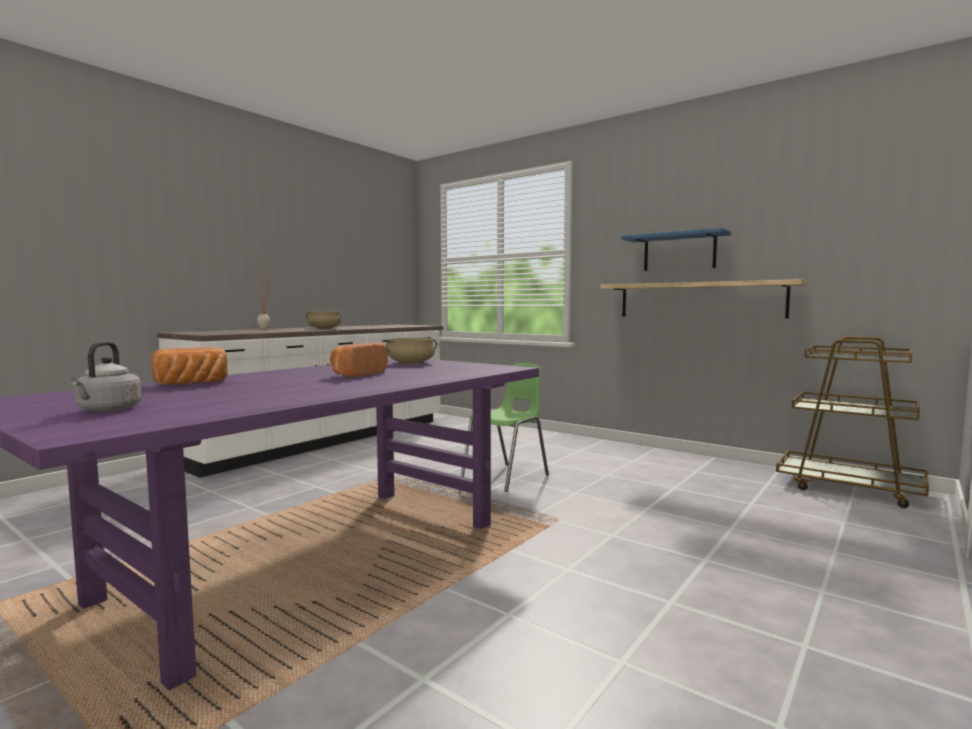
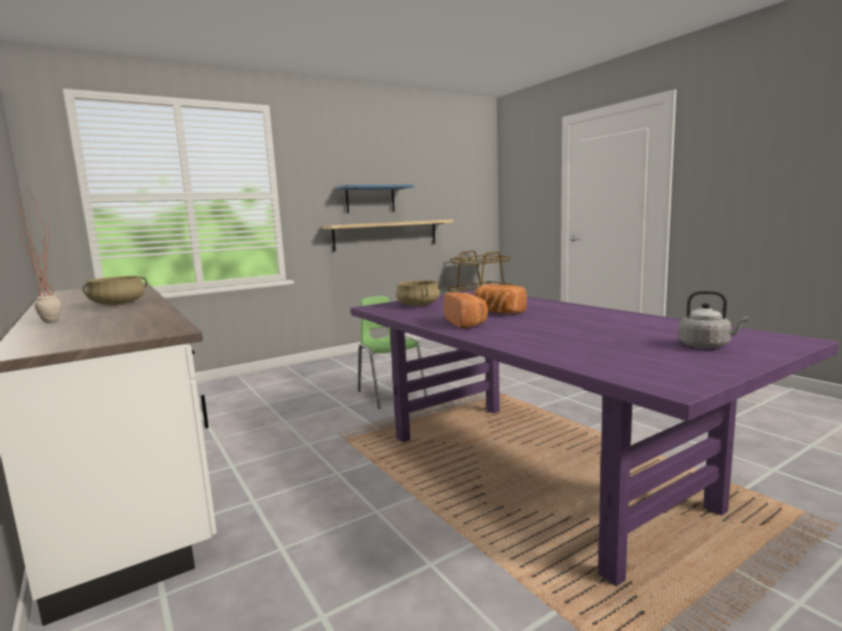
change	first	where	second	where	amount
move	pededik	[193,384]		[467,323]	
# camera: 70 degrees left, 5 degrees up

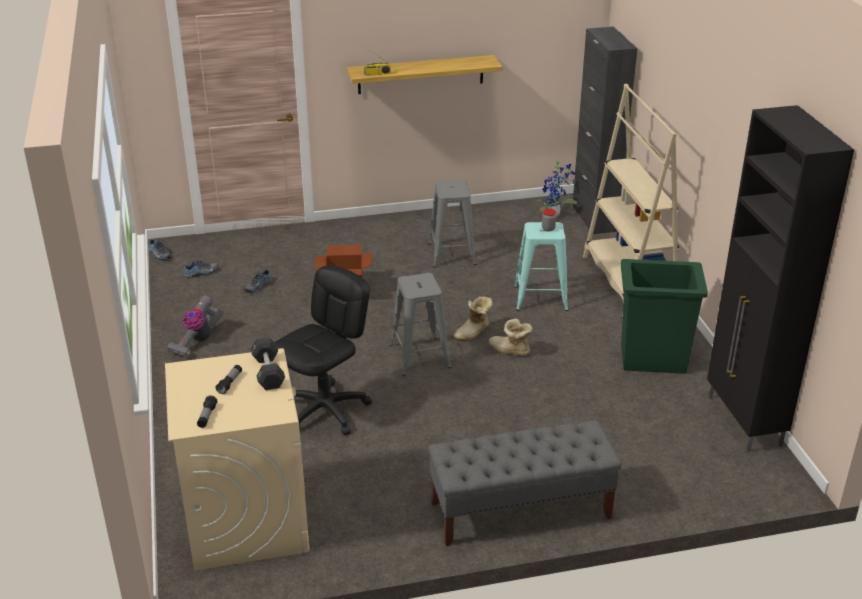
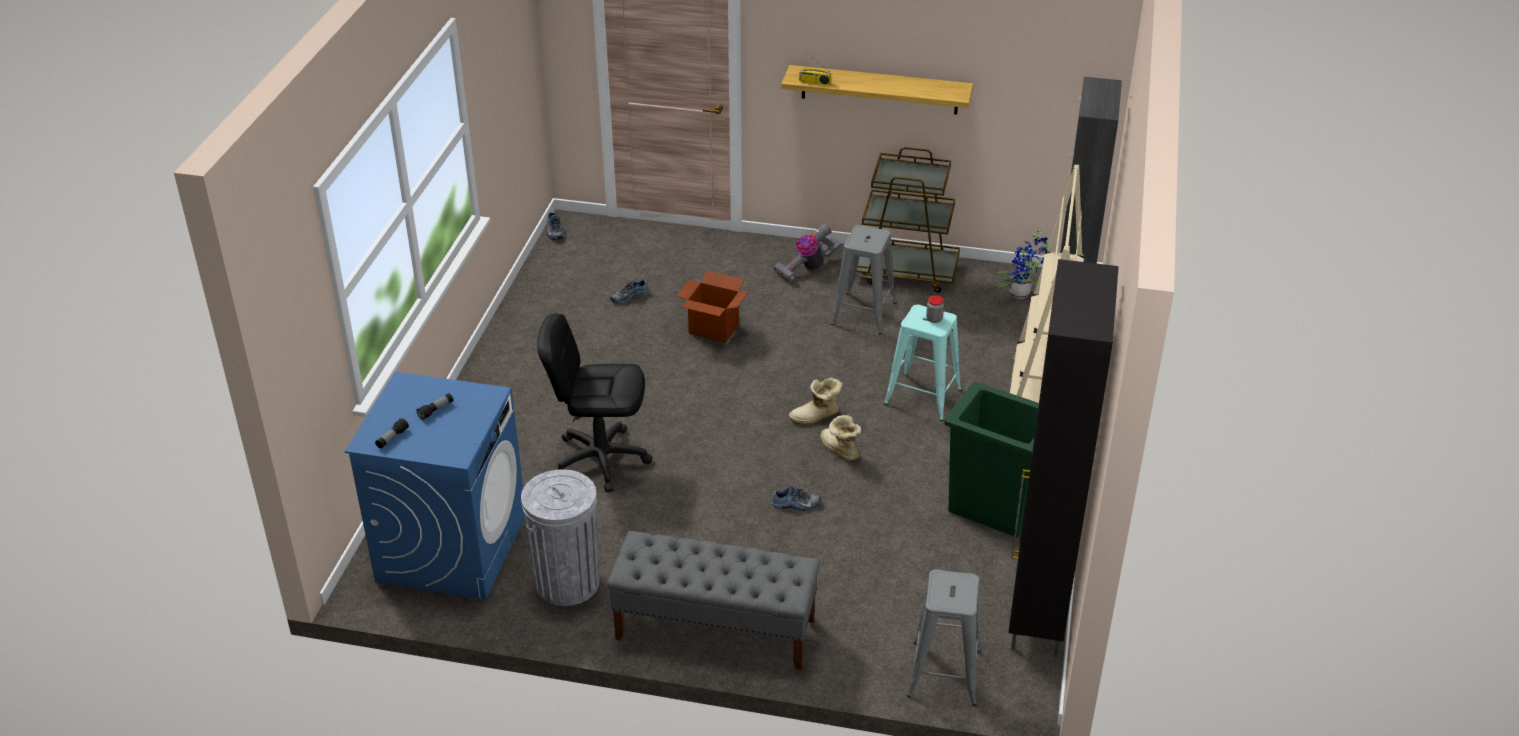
change	first	where	second	where	amount
move	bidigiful	[201,273]		[796,505]	
rotate	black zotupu	[326,410]		[600,459]	150 degrees counterclockwise
move	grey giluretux	[420,356]		[944,673]	
move	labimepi	[197,340]		[807,268]	
delete	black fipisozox	[268,372]			
recolor	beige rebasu	[246,518]	blue rebasu	[452,547]	
insert			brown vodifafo	[905,272]	
insert			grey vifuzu	[567,582]	
# camera: 25 degrees right, 5 degrees up

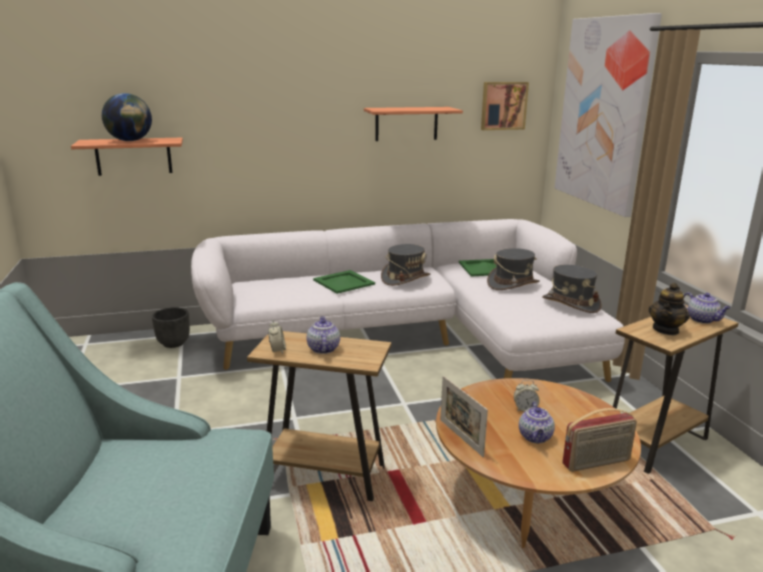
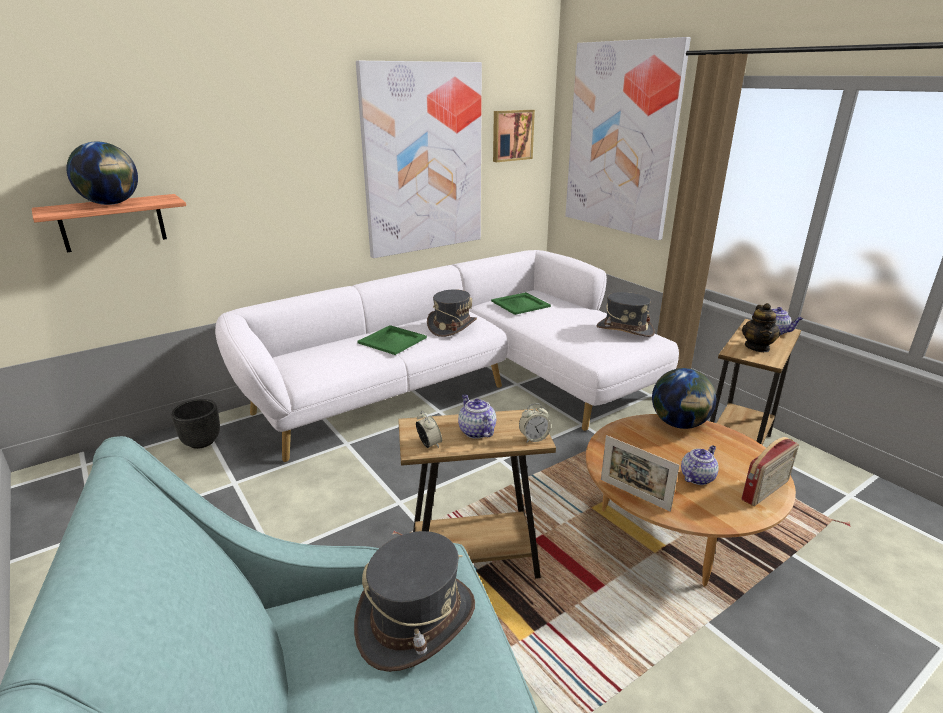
change	first	where	second	where	amount
replace	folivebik	[406,123]	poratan	[423,160]	
move	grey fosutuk	[513,284]		[416,620]	
move	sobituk	[525,409]		[533,438]	
rotate	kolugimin	[535,437]		[697,477]	120 degrees counterclockwise
insert			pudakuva	[679,424]	
# camera: 20 degrees left, 5 degrees up

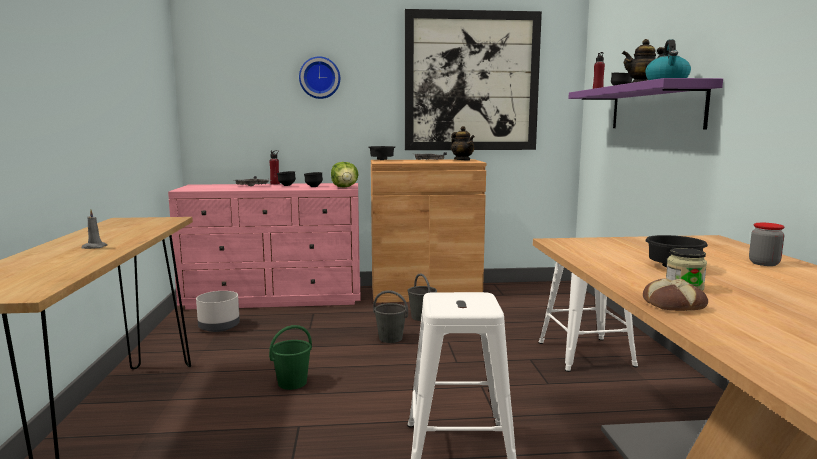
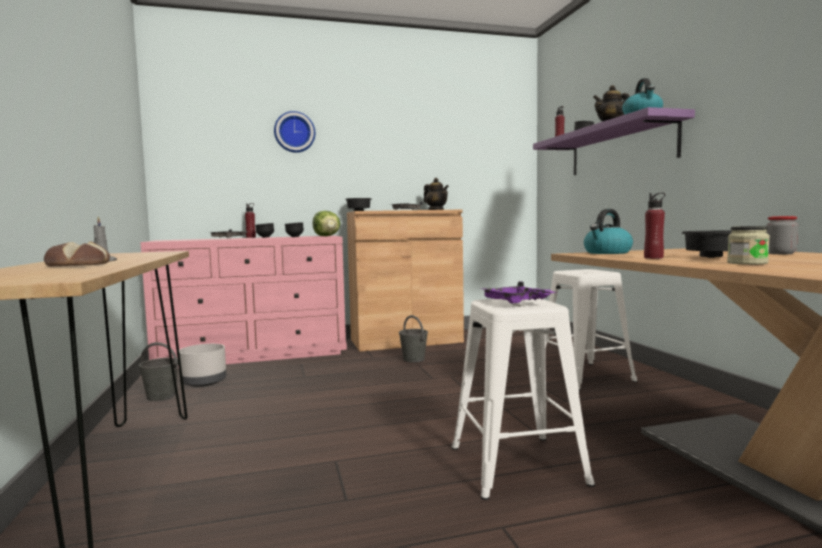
change	first	where	second	where	amount
delete	poratan	[471,82]			
move	pededik	[674,305]		[77,265]	
move	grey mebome	[391,338]		[162,396]	
delete	green mebome	[293,383]			
insert			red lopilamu	[653,258]	
insert			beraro	[607,253]	
insert			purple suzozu	[516,302]	
# camera: 10 degrees left, 5 degrees down

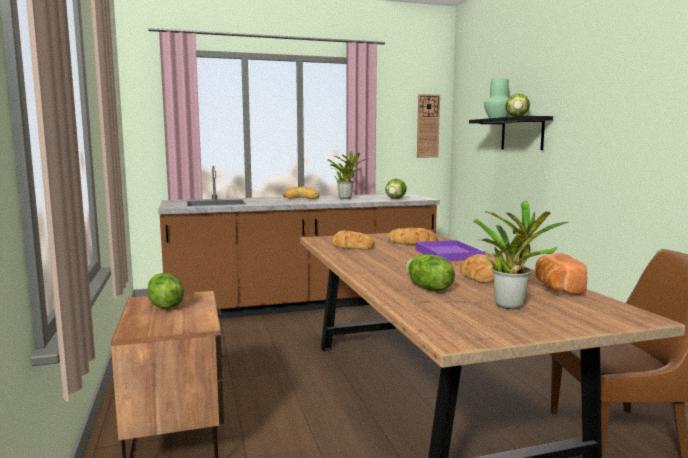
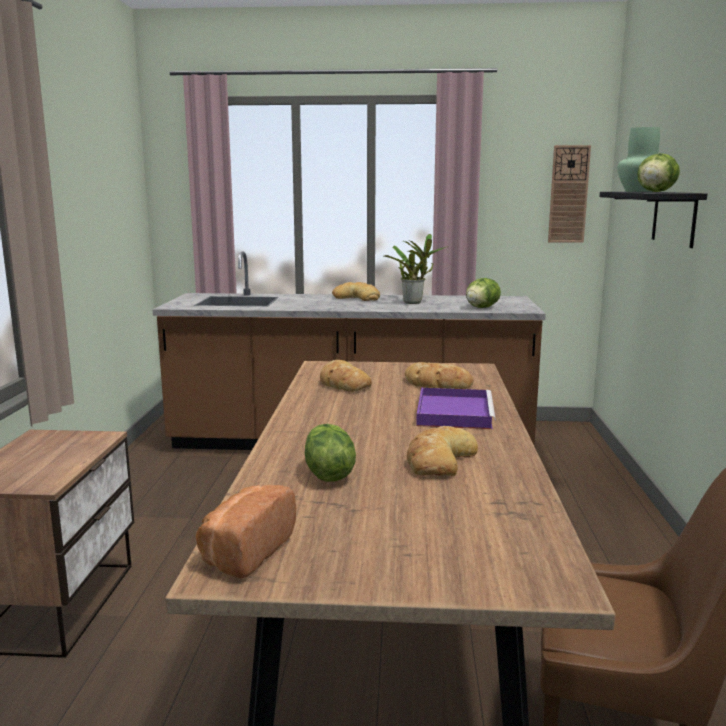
change	first	where	second	where	amount
delete	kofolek	[511,305]			
move	pededik	[556,288]		[244,551]	
delete	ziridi	[164,306]			
# camera: 20 degrees right, 5 degrees up

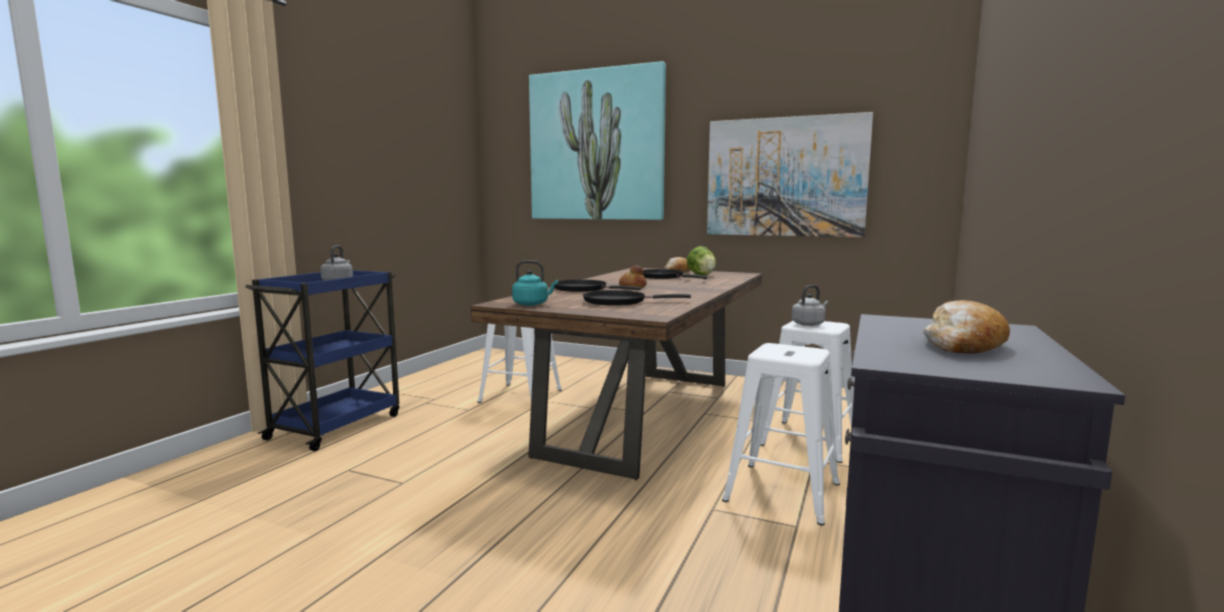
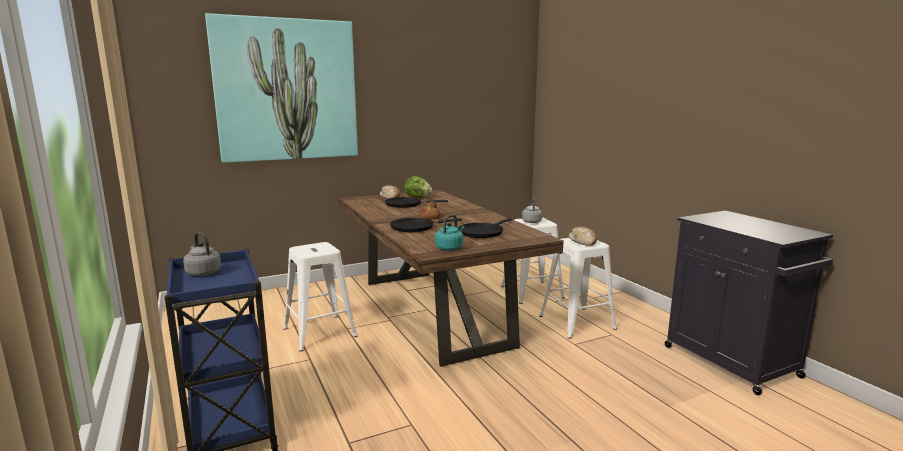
change	first	where	second	where	amount
delete	poratan	[785,177]			
move	pededik	[963,345]		[583,241]	
# camera: 50 degrees left, 5 degrees up

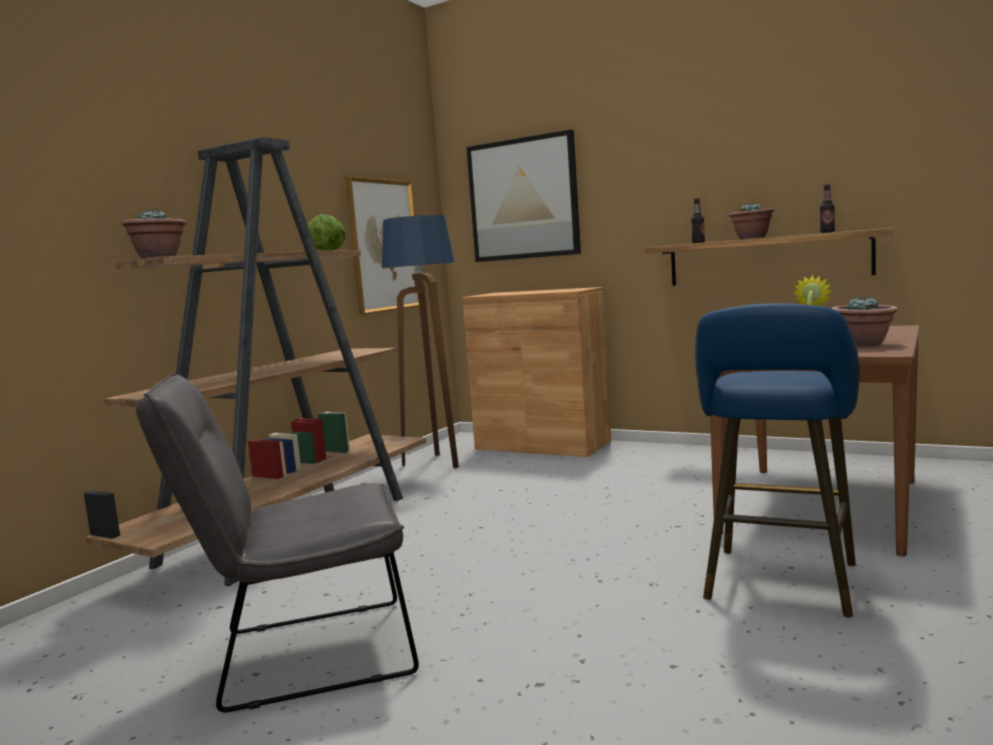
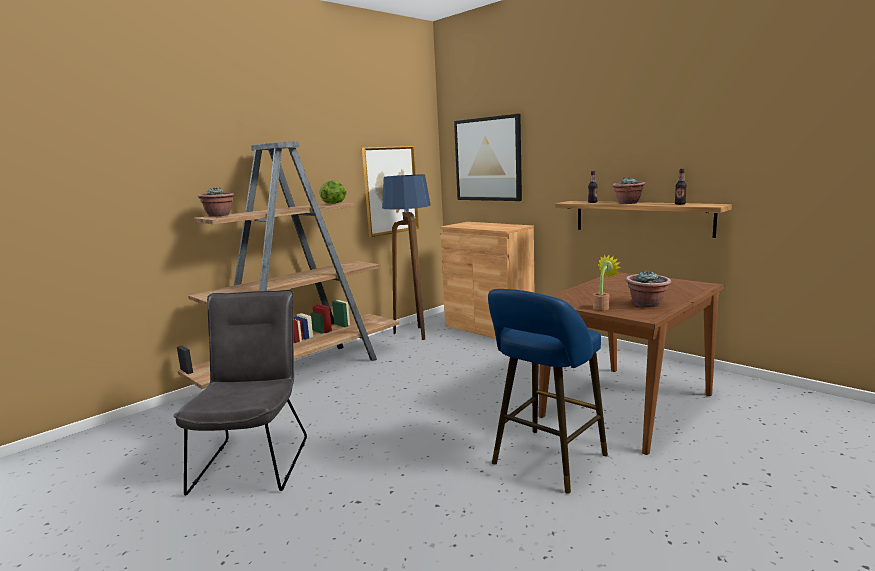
change	first	where	second	where	amount
rotate	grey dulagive	[301,656]		[255,459]	90 degrees clockwise
# camera: 15 degrees right, 5 degrees up

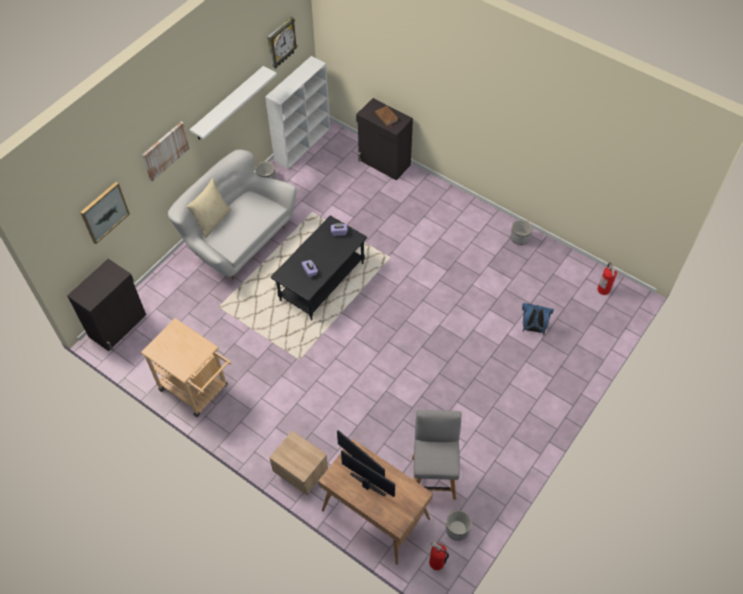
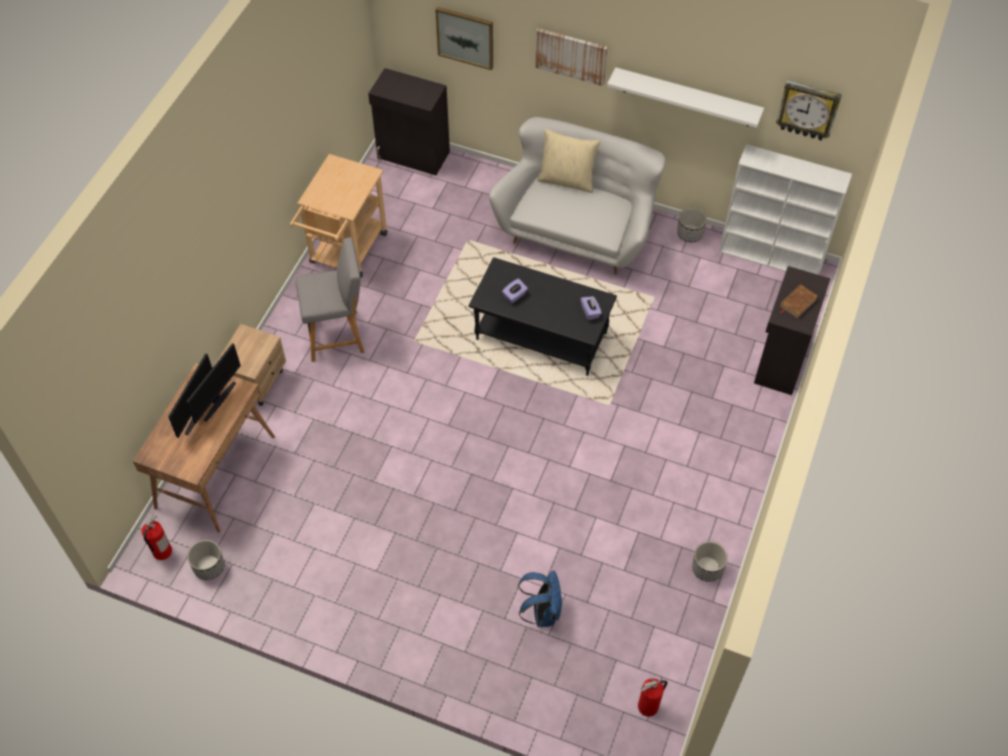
change	first	where	second	where	amount
move	grey dulagive	[433,475]		[338,335]	
# camera: 75 degrees right, 0 degrees up

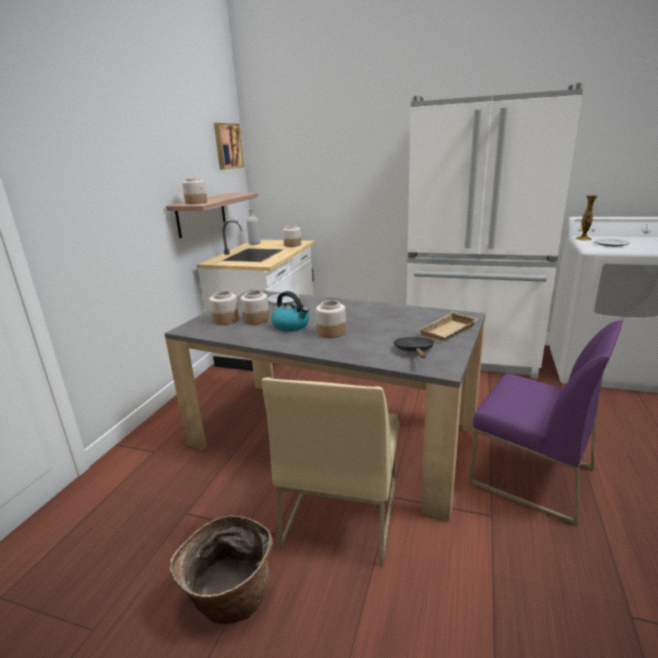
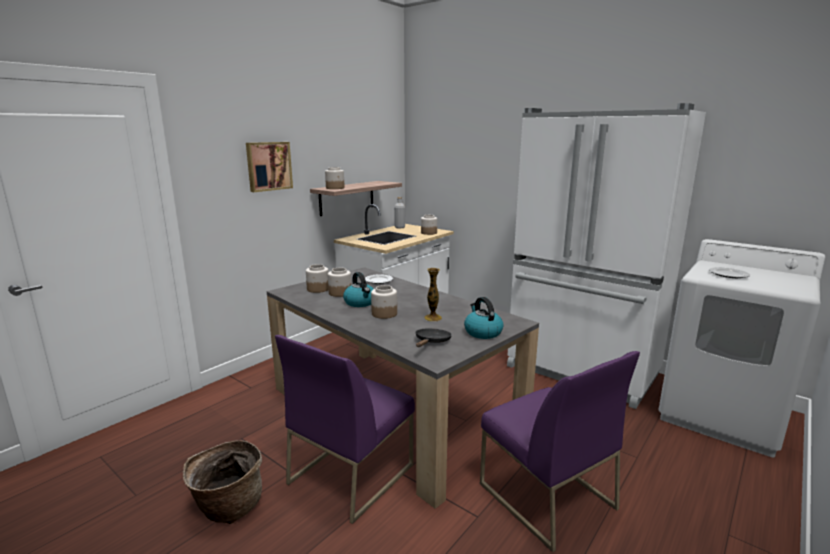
change	first	where	second	where	amount
move	poratan	[227,146]		[268,166]	
move	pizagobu	[583,239]		[433,318]	
replace	beige suzozu	[449,331]	beraro	[482,332]	
recolor	beige dulagive	[340,512]	purple dulagive	[351,473]	
# camera: 20 degrees right, 5 degrees down

